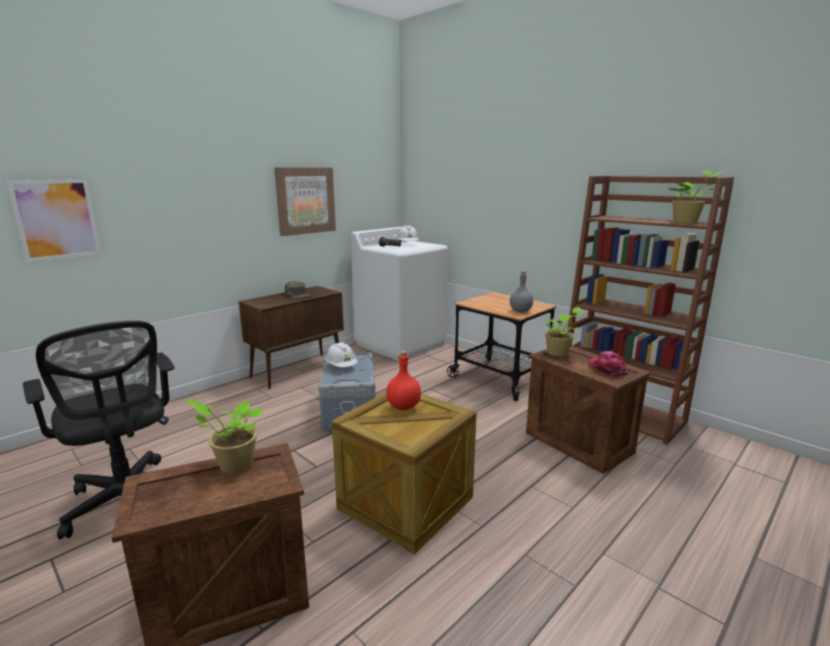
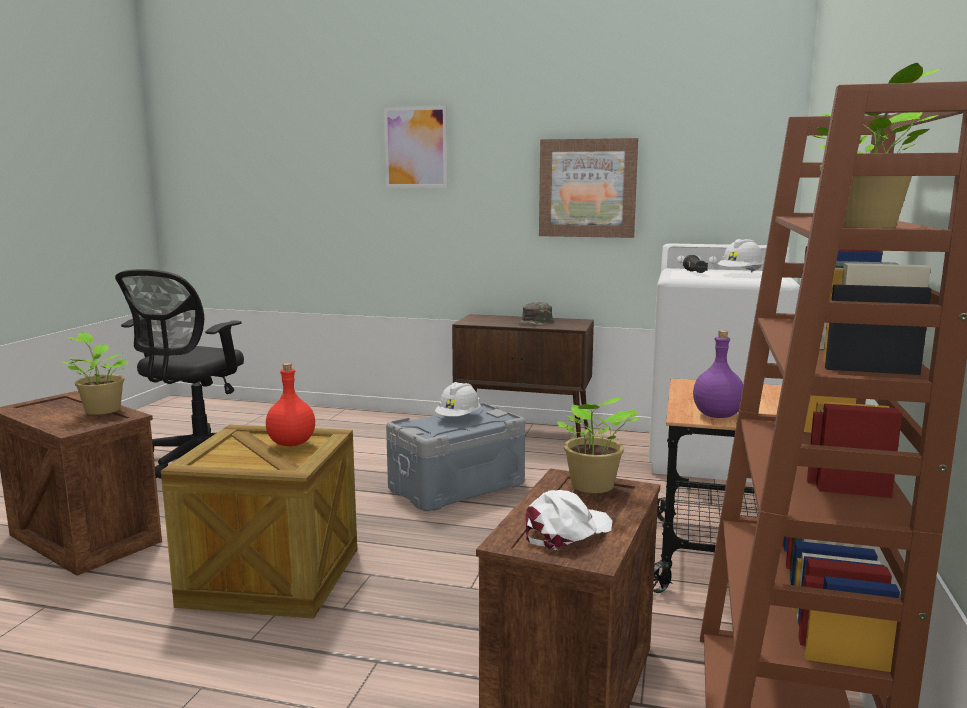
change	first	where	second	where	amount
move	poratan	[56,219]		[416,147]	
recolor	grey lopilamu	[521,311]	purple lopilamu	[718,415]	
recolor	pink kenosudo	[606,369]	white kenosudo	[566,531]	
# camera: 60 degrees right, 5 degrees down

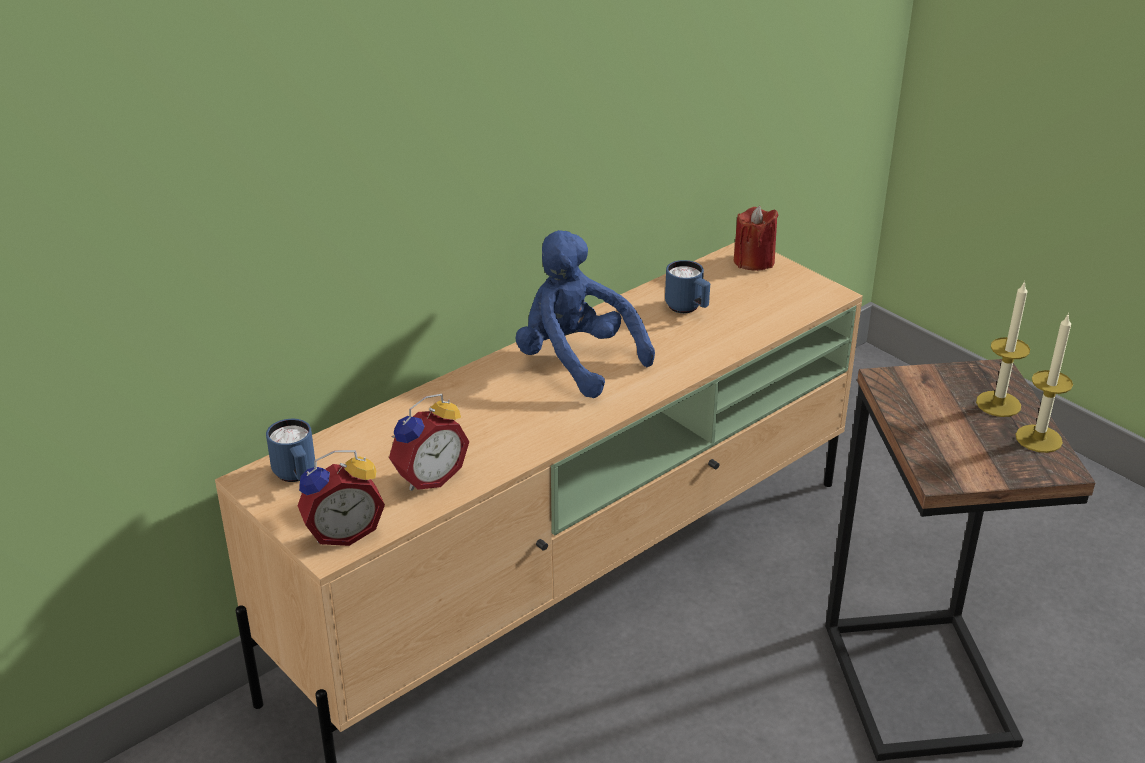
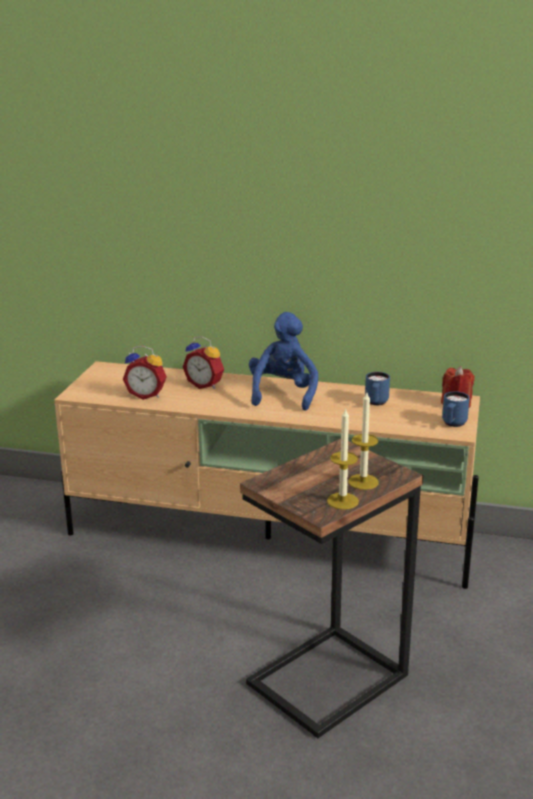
change	first	where	second	where	amount
move	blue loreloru	[296,476]		[453,424]	
move	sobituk	[343,532]		[205,385]	
# camera: 55 degrees right, 10 degrees down

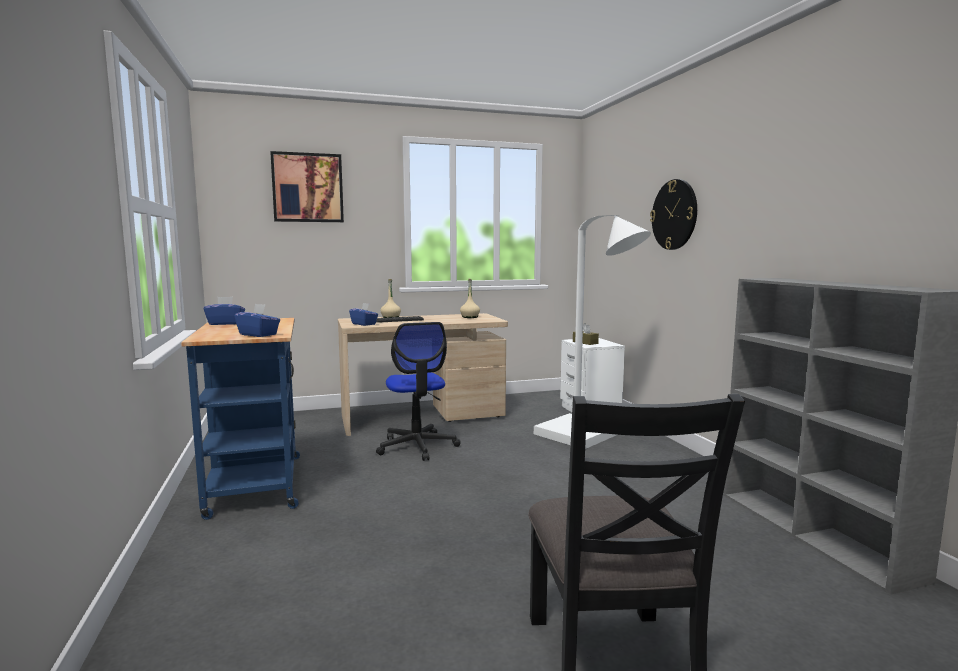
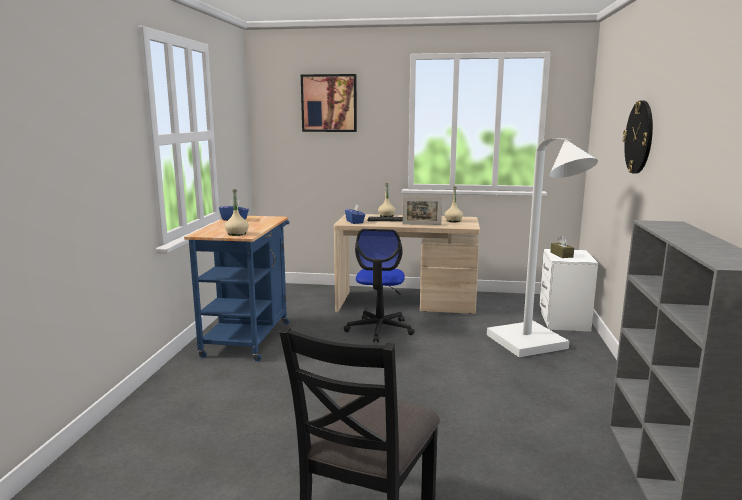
change	first	where	second	where	amount
replace	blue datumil	[258,334]	beige lopilamu	[237,234]	
insert			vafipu	[421,224]	
# camera: 25 degrees right, 5 degrees up

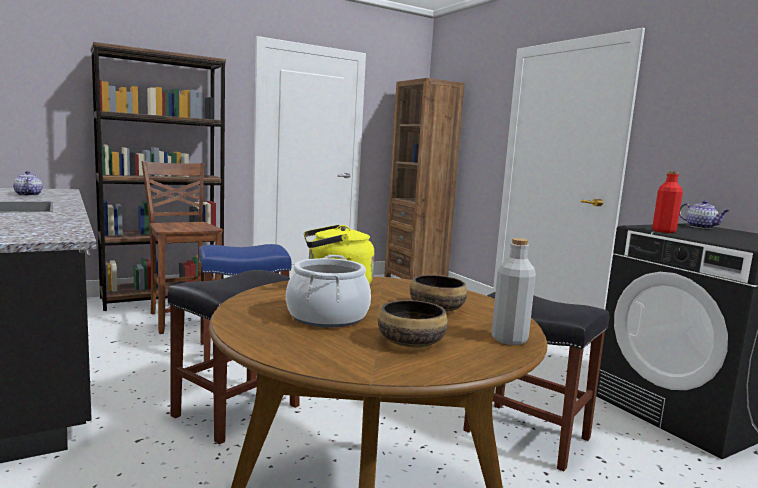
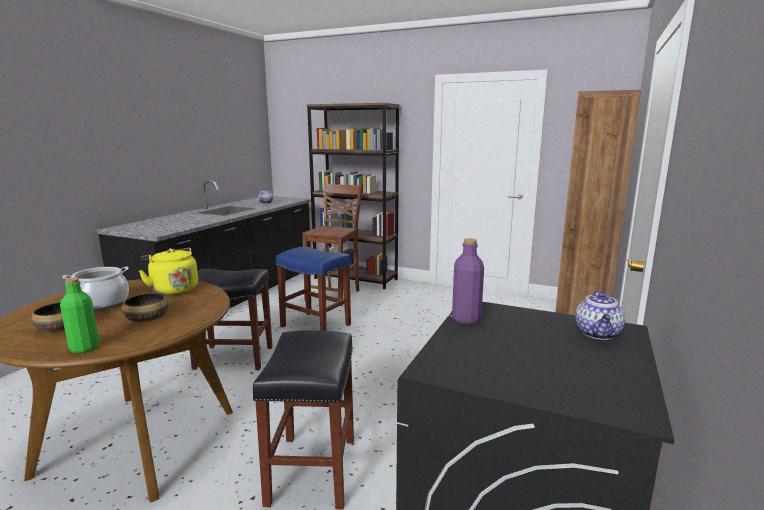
change	first	where	second	where	amount
recolor	red lopilamu	[663,231]	purple lopilamu	[466,319]	
recolor	grey lopilamu	[509,339]	green lopilamu	[84,348]	
# camera: 55 degrees right, 5 degrees up

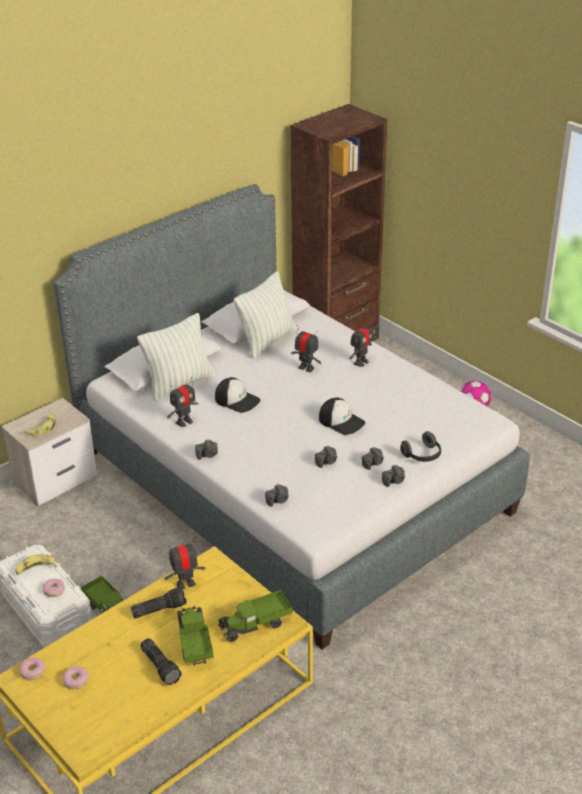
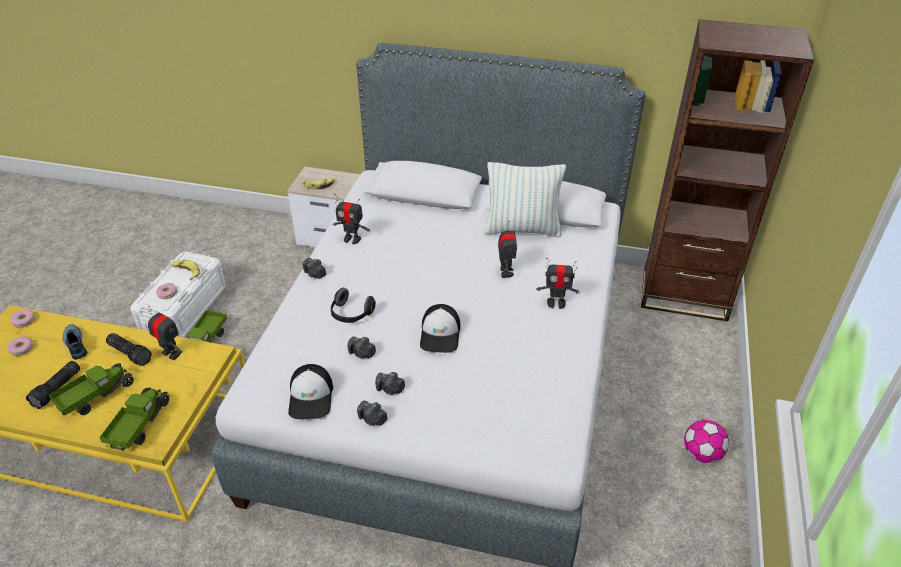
change	first	where	second	where	amount
delete	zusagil	[179,384]			
move	kenosudo	[237,400]		[311,397]	
move	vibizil	[422,455]		[351,314]	
delete	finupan	[278,500]			
rotate	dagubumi	[256,624]		[139,425]	75 degrees clockwise
insert			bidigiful	[74,345]	
# camera: 55 degrees right, 5 degrees up

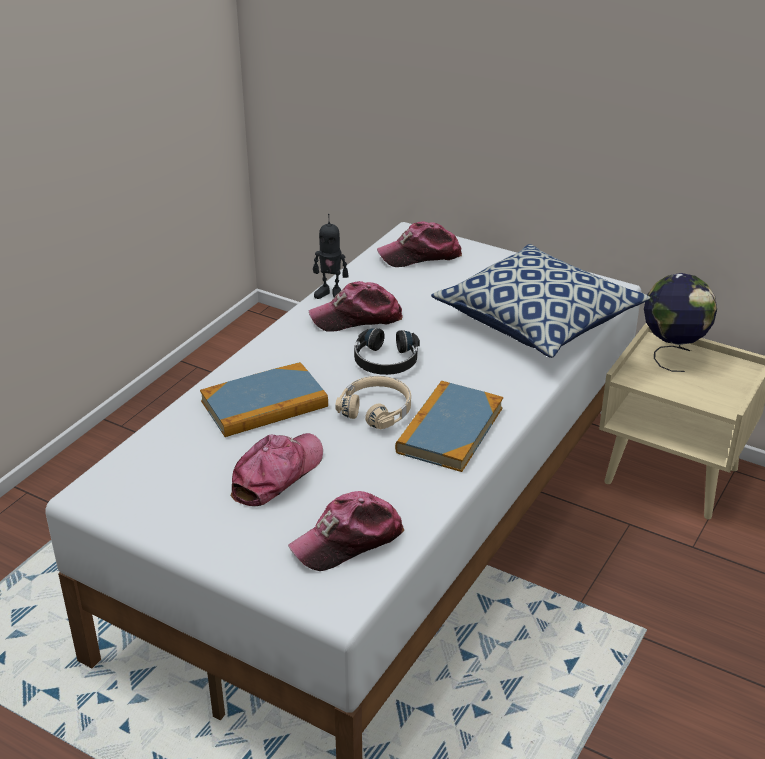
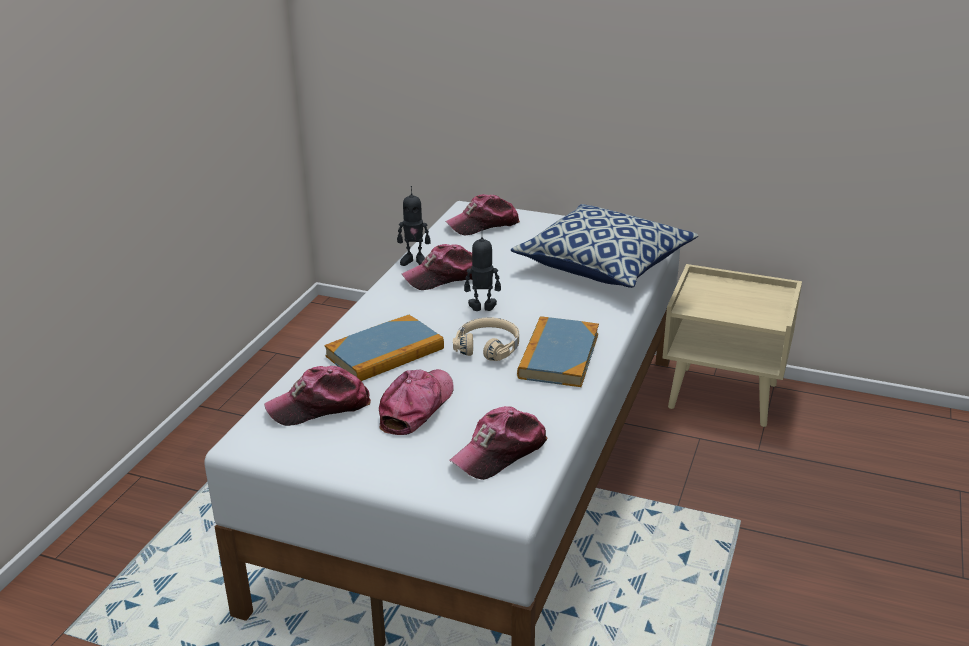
change	first	where	second	where	amount
delete	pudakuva	[672,355]			
replace	black vibizil	[385,361]	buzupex	[482,308]	
insert			kenosudo	[320,406]	
# camera: 10 degrees left, 5 degrees down

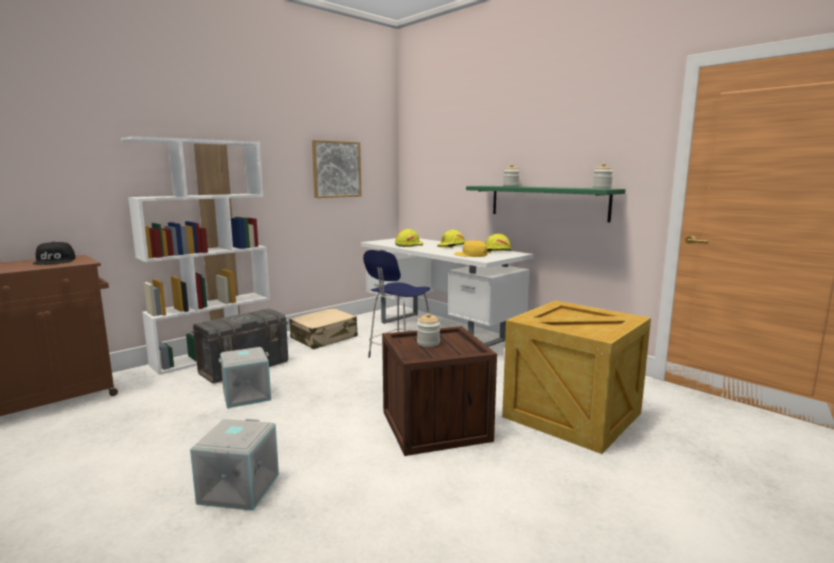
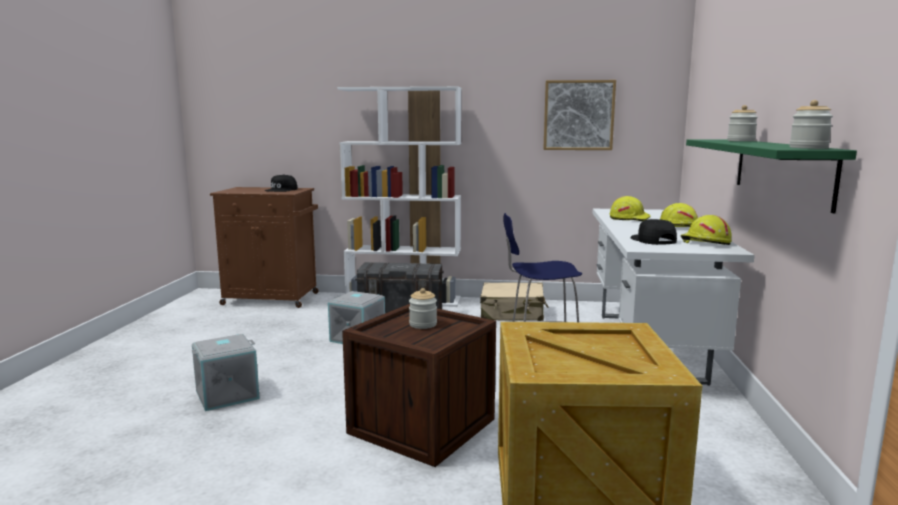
change	first	where	second	where	amount
recolor	yellow kenosudo	[471,254]	black kenosudo	[652,240]	
# camera: 50 degrees right, 0 degrees up

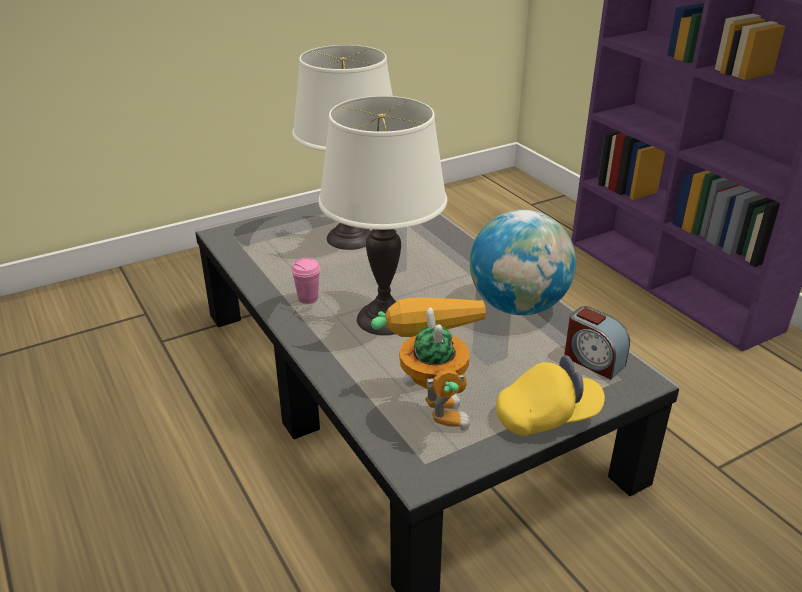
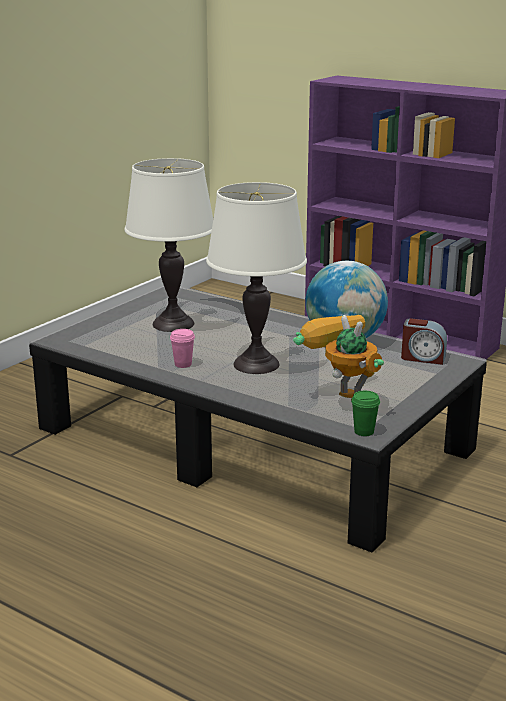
change	first	where	second	where	amount
delete	yellow kenosudo	[547,417]			
insert			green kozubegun	[364,431]	
# camera: 25 degrees left, 10 degrees down

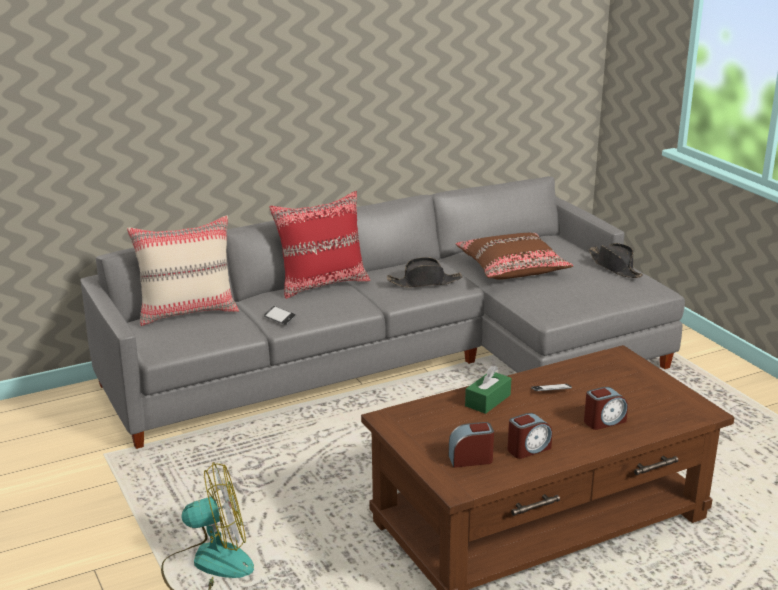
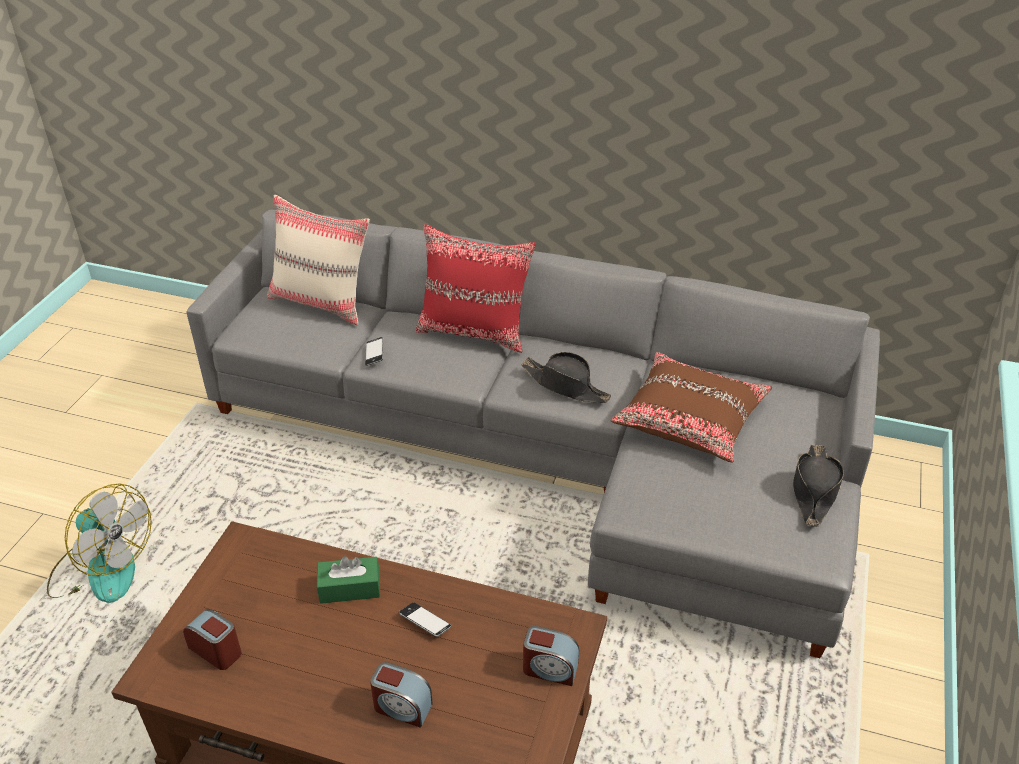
change	first	where	second	where	amount
move	sobituk	[528,449]		[550,669]	
# camera: 45 degrees right, 15 degrees up

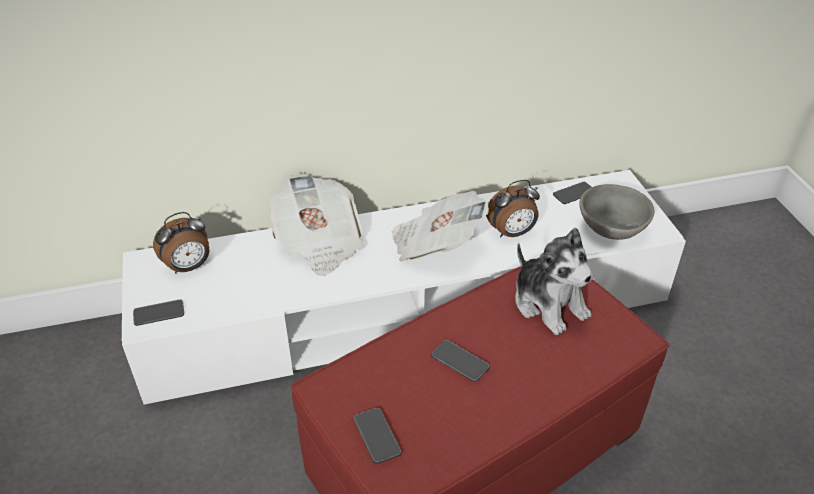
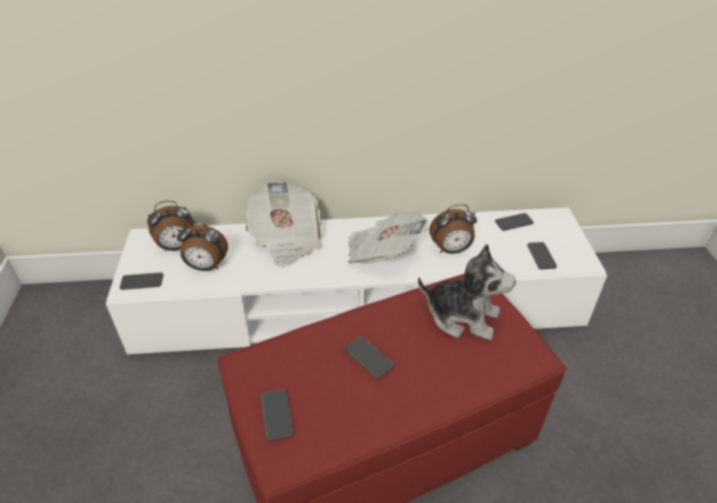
change	first	where	second	where	amount
replace	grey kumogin	[612,228]	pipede	[541,256]	
rotate	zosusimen	[549,303]		[462,316]	45 degrees counterclockwise
insert			sobituk	[206,267]	
# camera: 10 degrees right, 0 degrees up

